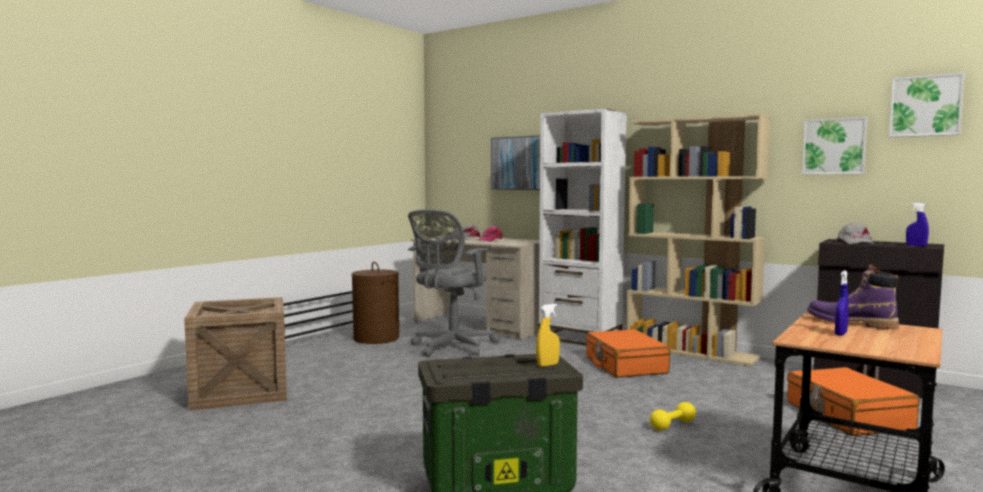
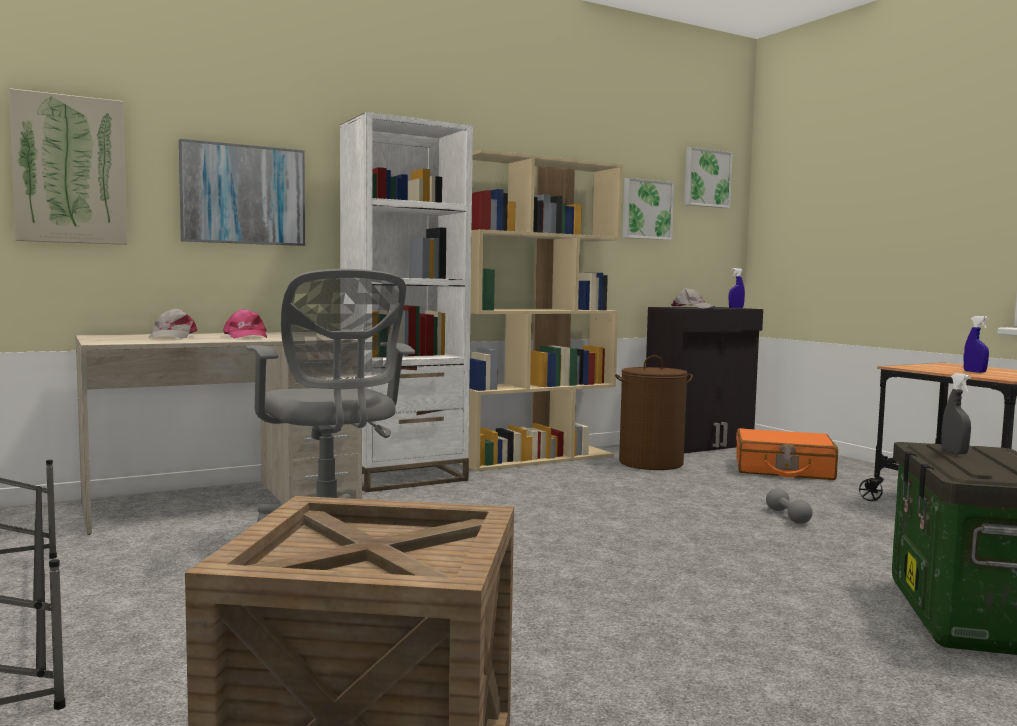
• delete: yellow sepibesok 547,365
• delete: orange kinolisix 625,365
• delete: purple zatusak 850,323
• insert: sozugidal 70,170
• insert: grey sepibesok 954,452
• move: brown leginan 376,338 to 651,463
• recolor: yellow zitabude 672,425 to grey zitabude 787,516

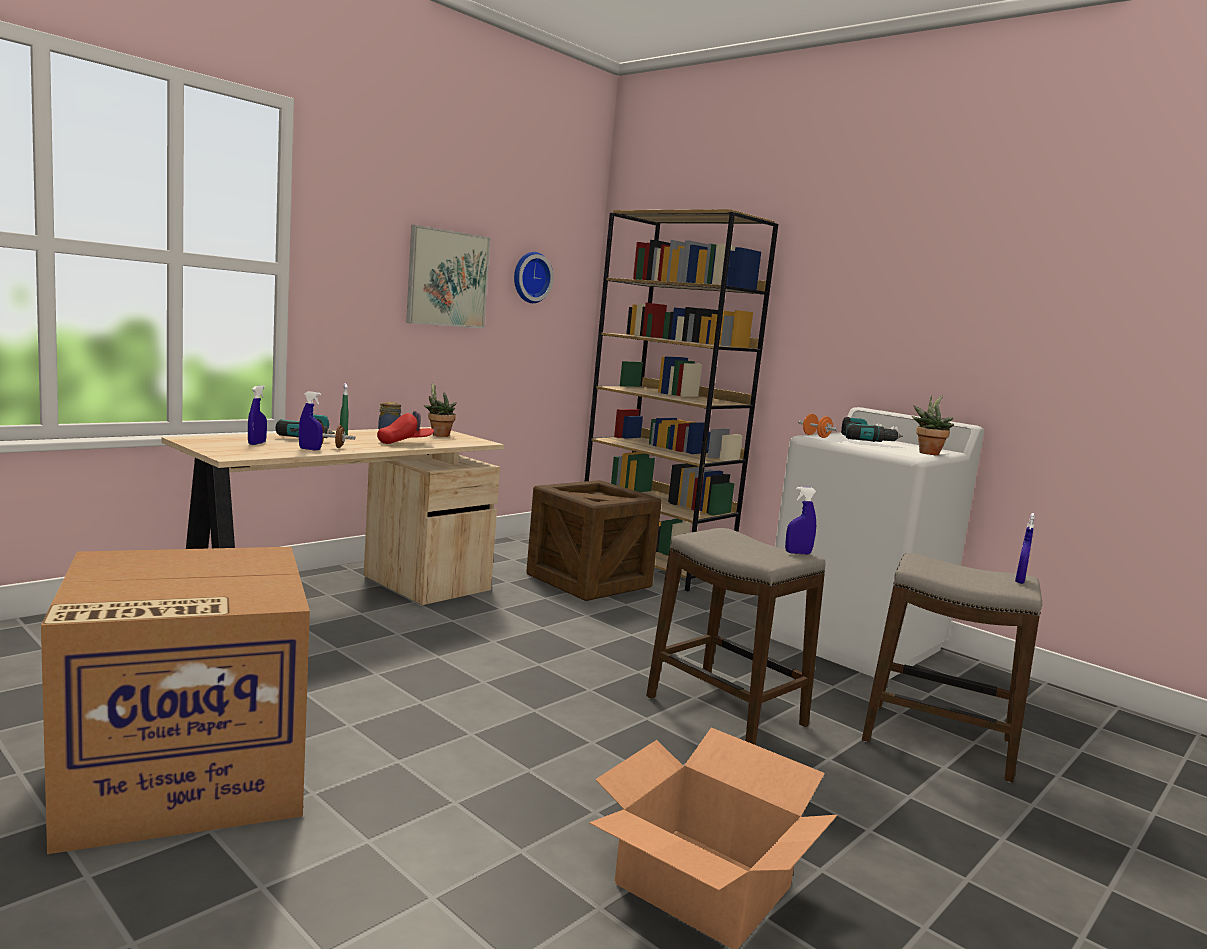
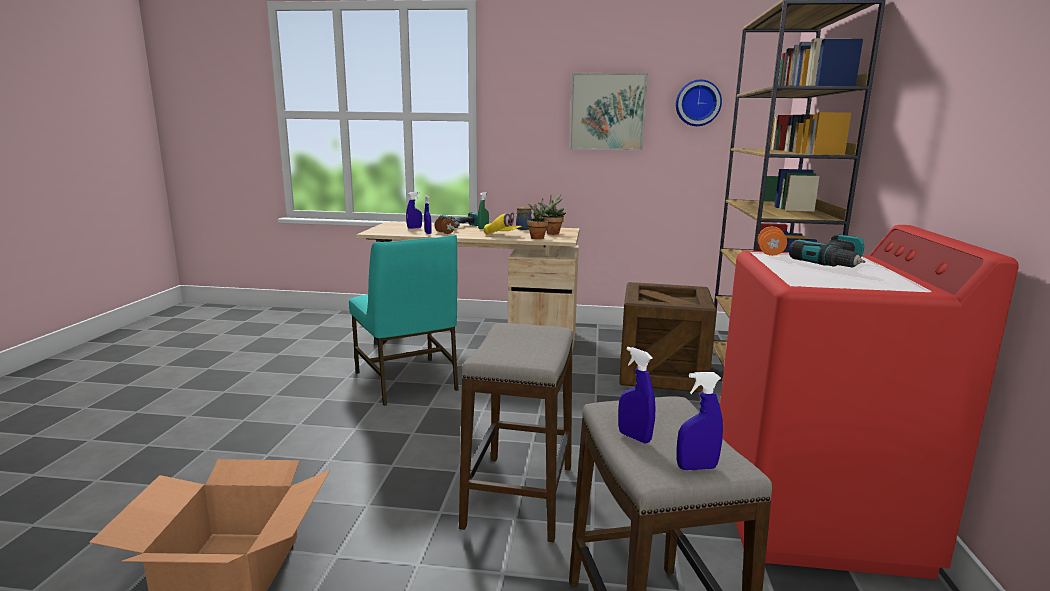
• delete: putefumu 181,777
• insert: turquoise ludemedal 407,381
• move: blue sepibesok 798,553 to 634,437
• move: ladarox 927,453 to 539,237
• recolor: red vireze 405,443 to yellow vireze 502,235
• recolor: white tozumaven 854,643 to red tozumaven 813,516

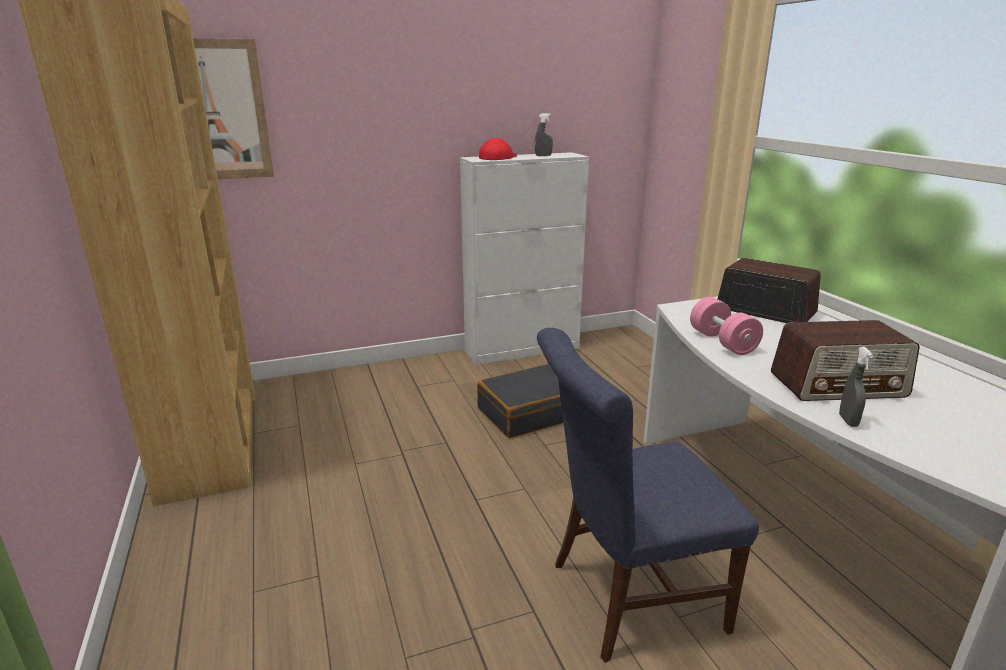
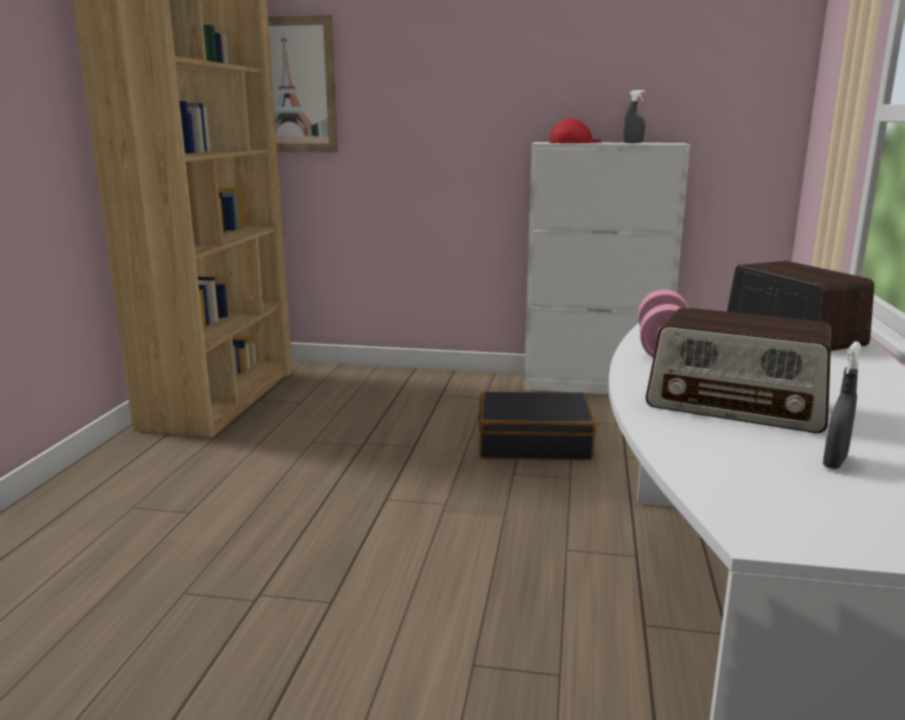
• delete: blue ludemedal 626,597
• move: grey sepibesok 848,421 to 834,462

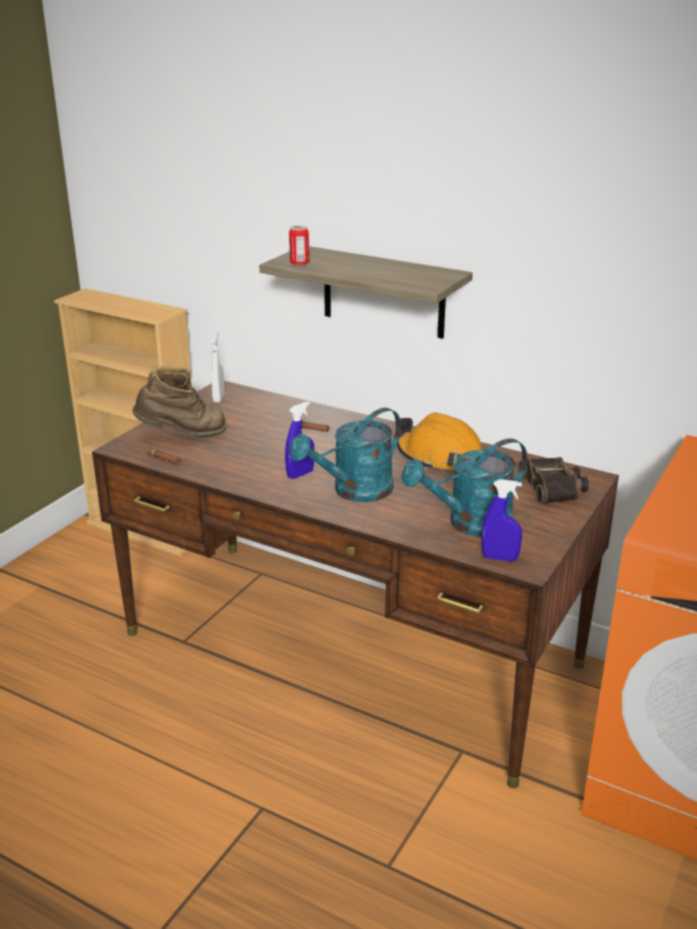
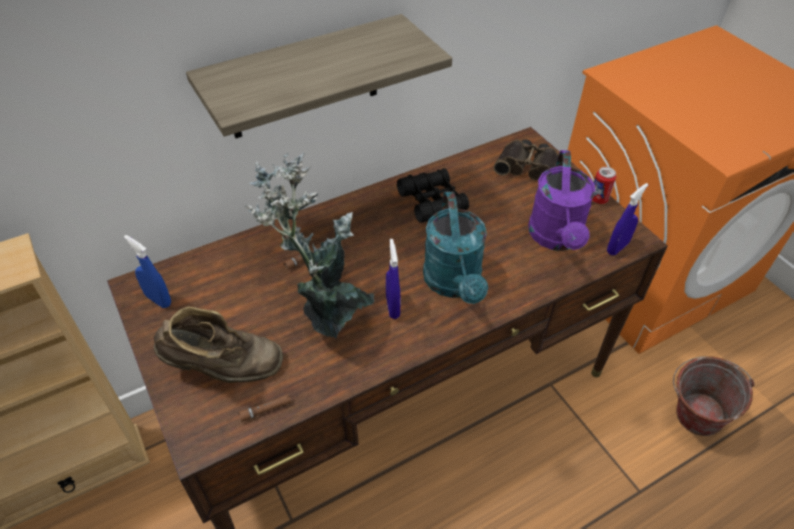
• insert: ladarox 326,309
• insert: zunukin 689,421
• move: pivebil 299,264 to 598,199
• replace: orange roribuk 439,457 to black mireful 432,201
• recolor: white sepibesok 219,398 to blue sepibesok 158,300
• recolor: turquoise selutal 470,524 to purple selutal 556,239
• rotate: brown zatusak 183,436 = 224,370 75 degrees clockwise

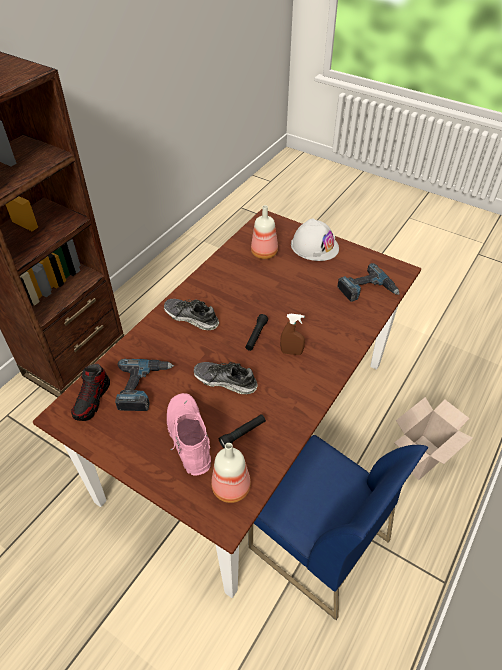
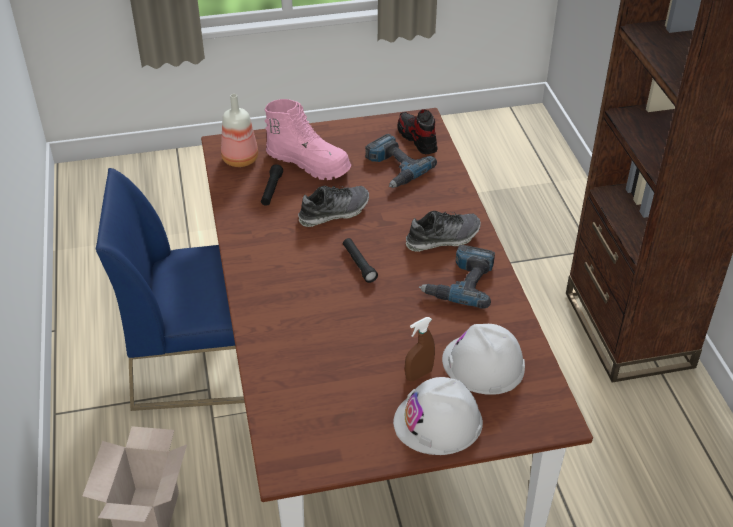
• move: brown sepibesok 291,352 to 419,374
• move: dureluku 367,290 to 460,282
• replace: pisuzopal 265,252 to white roribuk 483,364

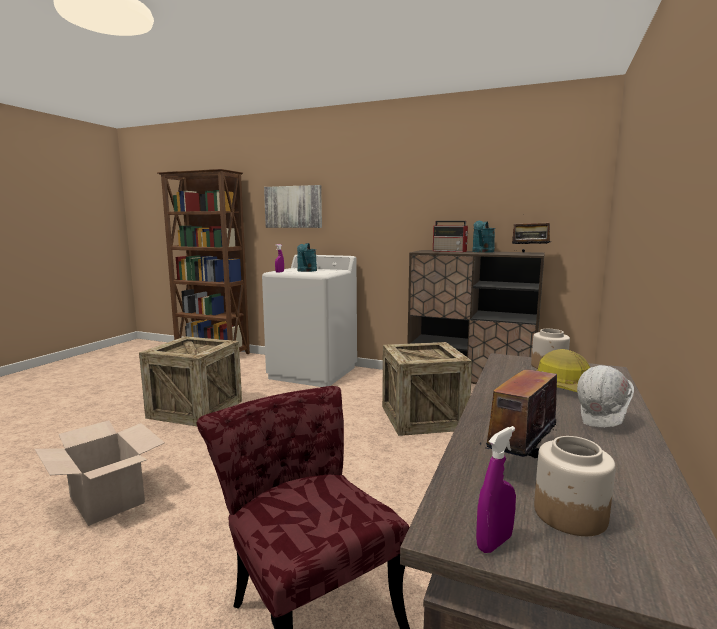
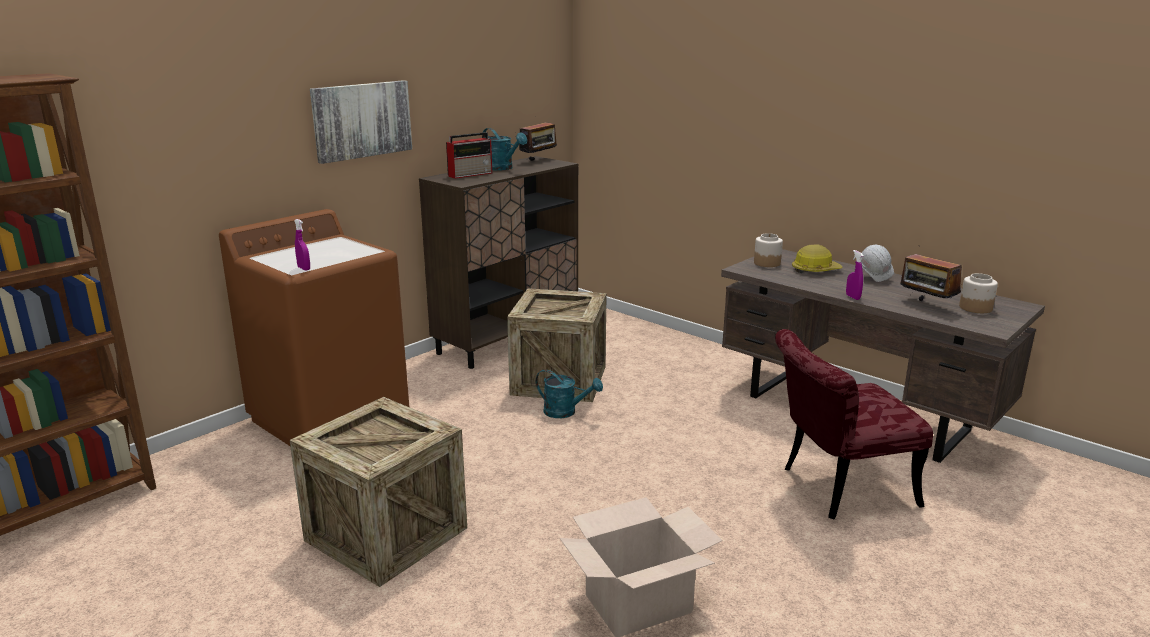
• move: sozugidal 293,207 to 361,120
• move: turquoise selutal 306,271 to 565,412
• move: purple sepibesok 494,542 to 852,297
• recolor: white tozumaven 313,373 to brown tozumaven 330,419

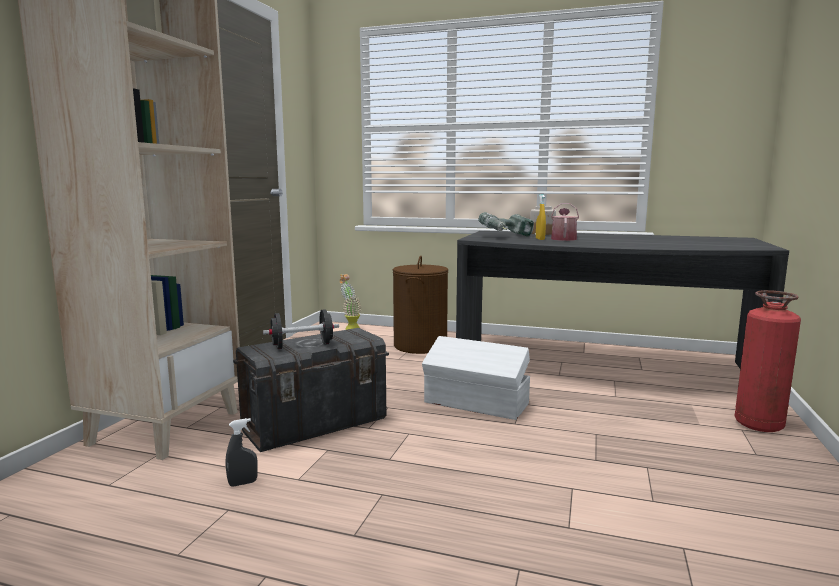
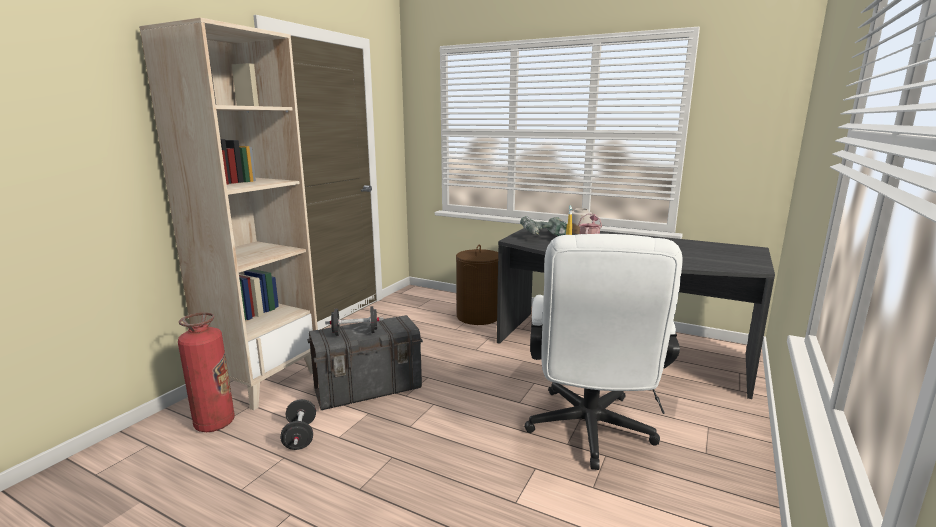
• delete: ladarox 350,328
• delete: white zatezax 476,404
• insert: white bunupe 589,434
• move: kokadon 758,425 to 214,423
• replace: grey sepibesok 243,483 to black zitabude 300,436

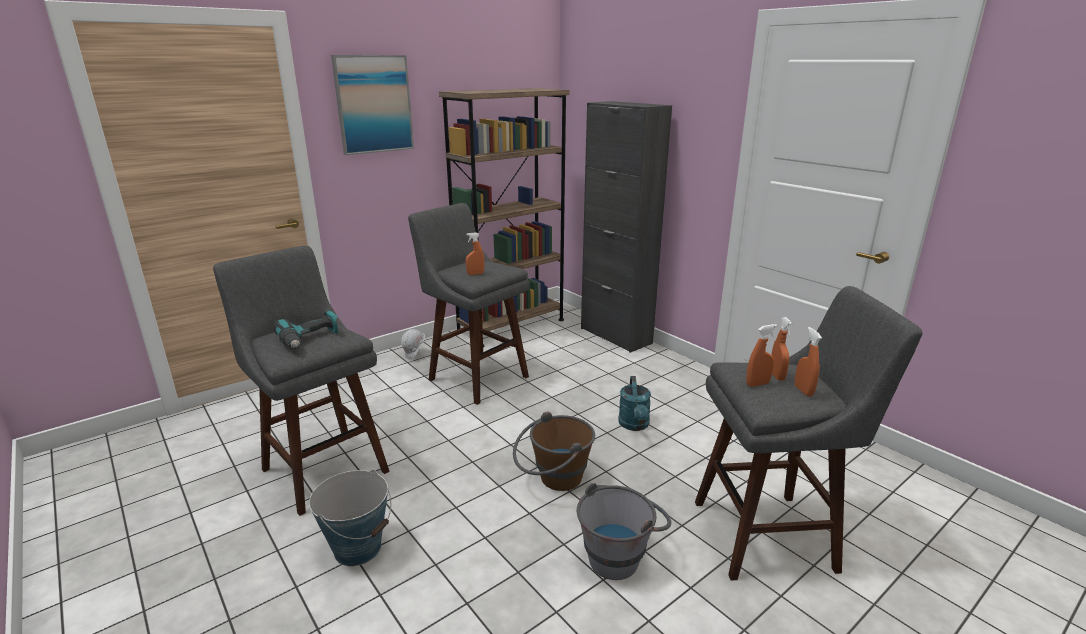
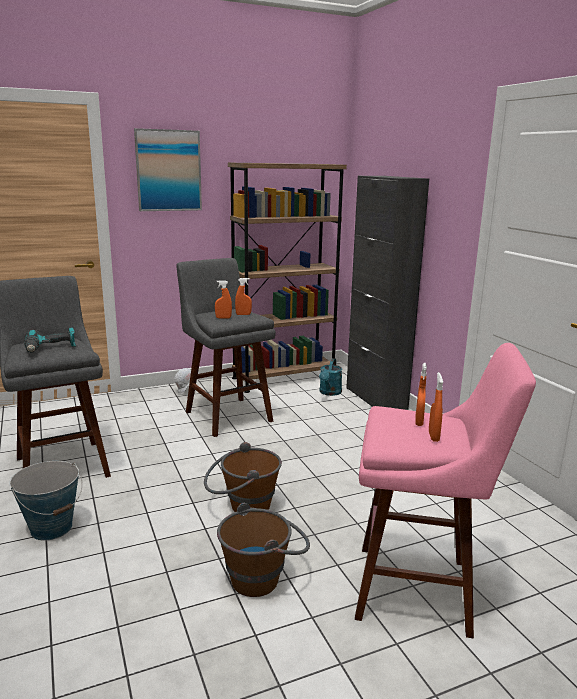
• move: turquoise selutal 634,425 to 329,393
• move: orange sepibesok 757,384 to 243,314
• recolor: grey zunukin 620,554 to brown zunukin 264,576
• recolor: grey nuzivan 770,534 to pink nuzivan 420,590

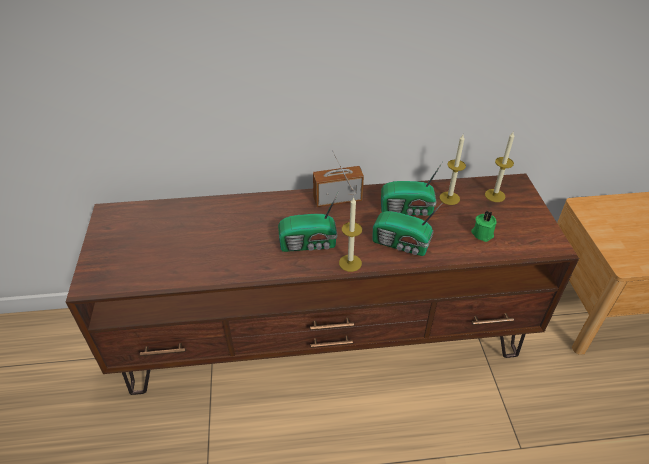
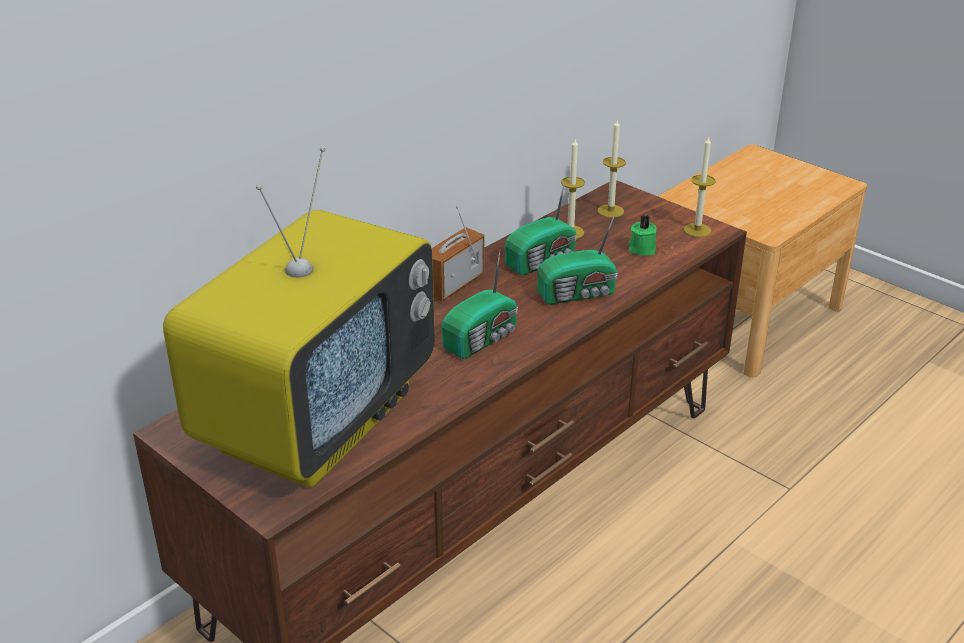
• insert: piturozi 317,420
• move: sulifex 350,263 to 697,230

